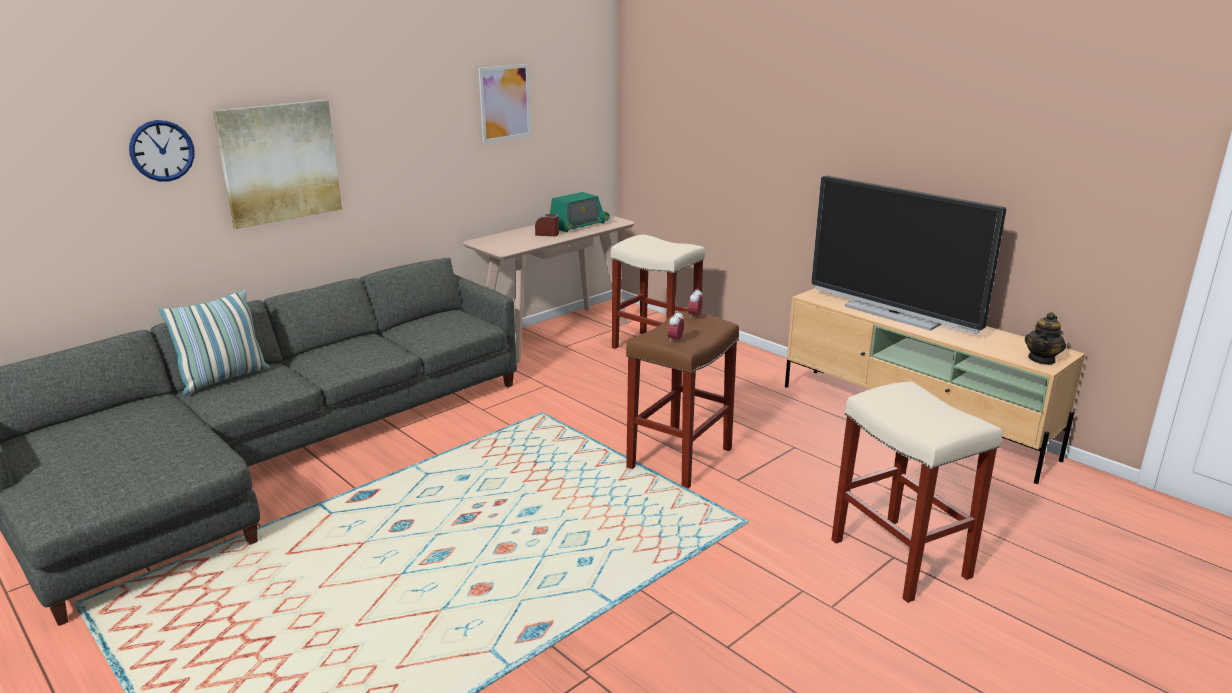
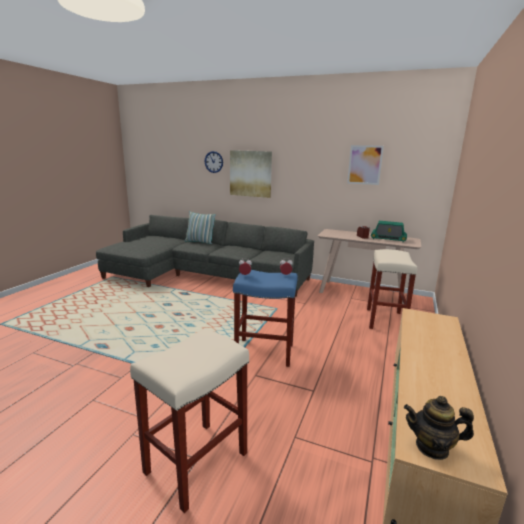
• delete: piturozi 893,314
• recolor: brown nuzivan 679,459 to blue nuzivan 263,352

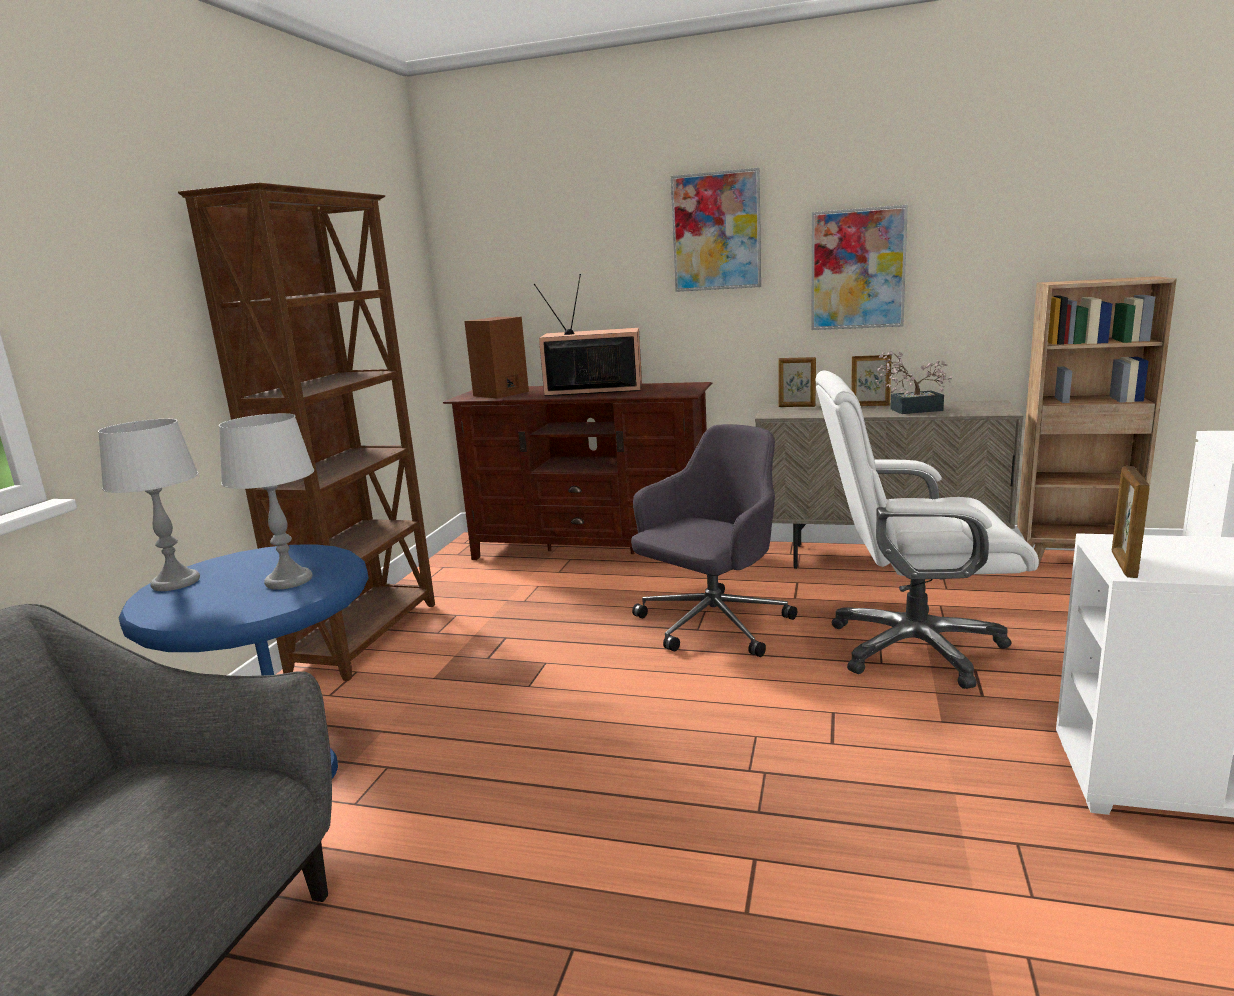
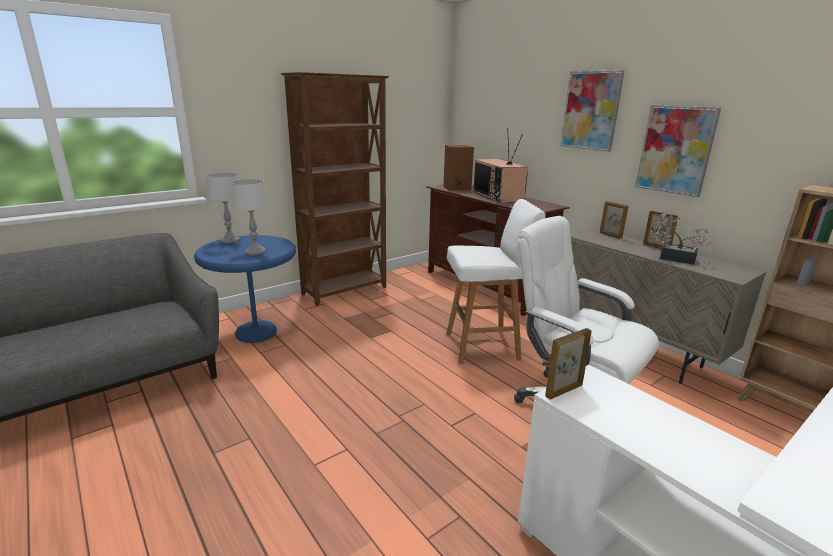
• replace: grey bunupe 711,625 to white nuzivan 484,346
• rotate: piturozi 592,390 = 499,196 150 degrees counterclockwise

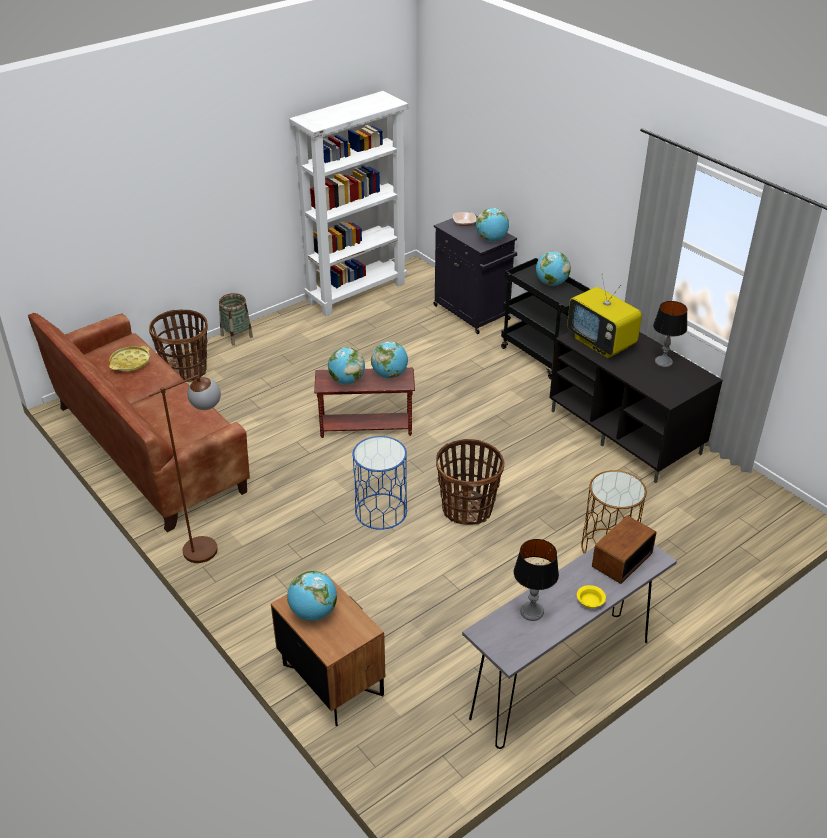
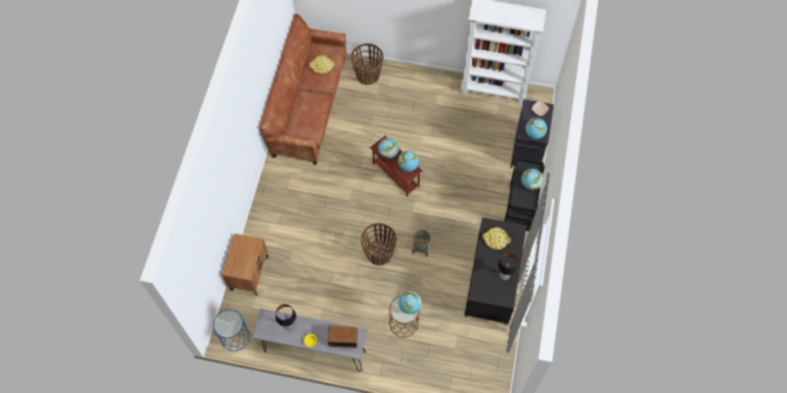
• delete: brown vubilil 211,544
• move: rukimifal 236,336 to 421,248
• move: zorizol 313,612 to 409,306
• move: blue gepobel 381,511 to 235,337
• replace: piturozi 602,343 to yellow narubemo 496,239

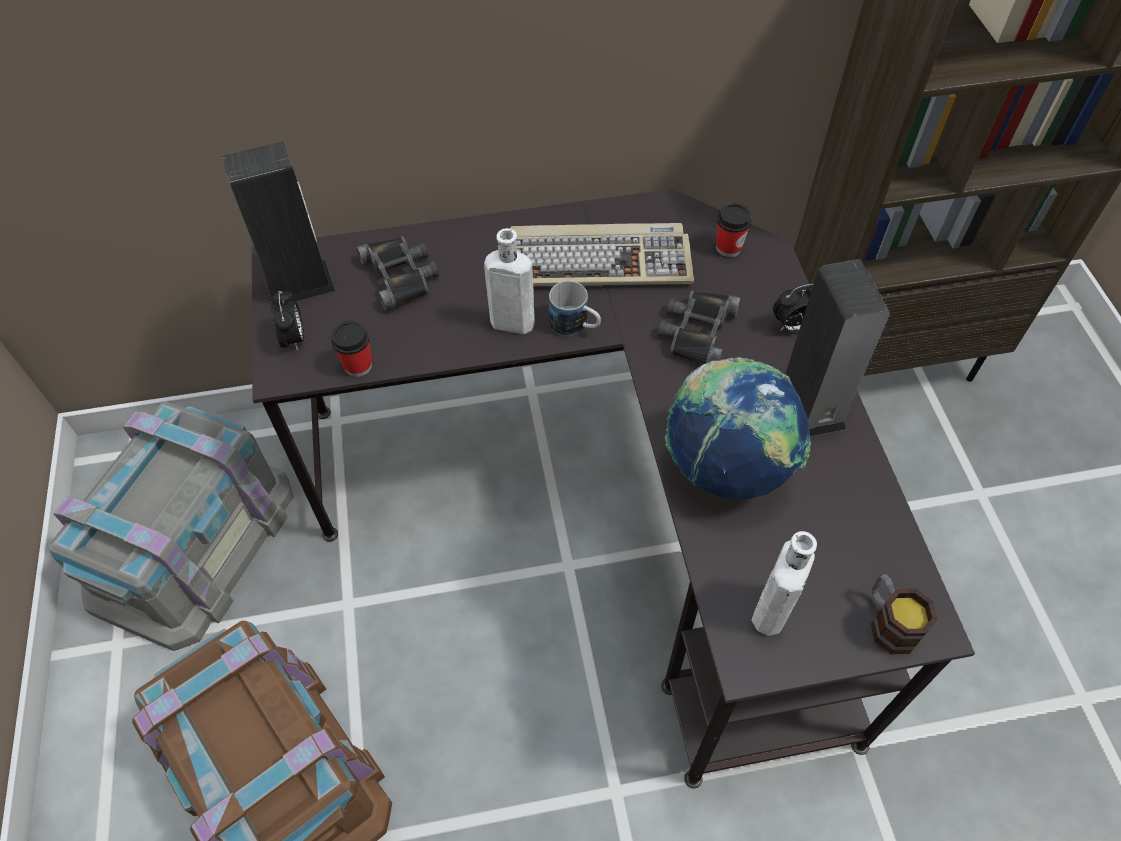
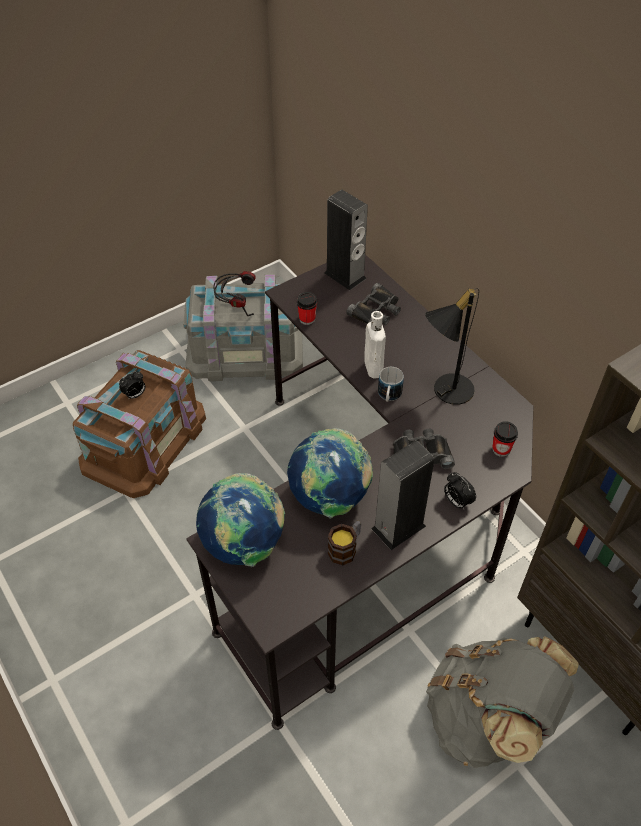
• insert: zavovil 236,306
• insert: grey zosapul 487,718
• move: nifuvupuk 294,339 to 135,395
• move: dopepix 888,622 to 346,548
• replace: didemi 599,260 to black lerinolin 445,389
• replace: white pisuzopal 770,614 to zorizol 244,544

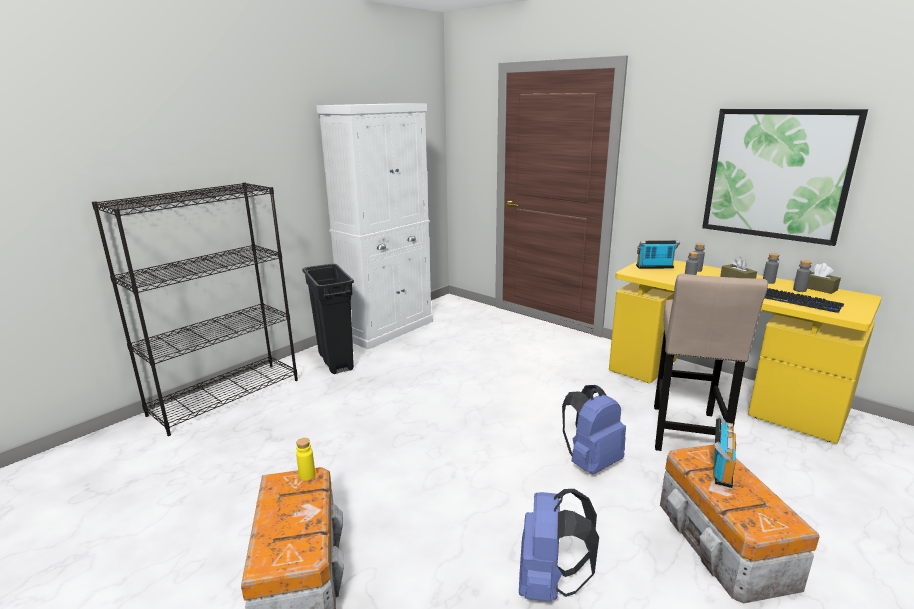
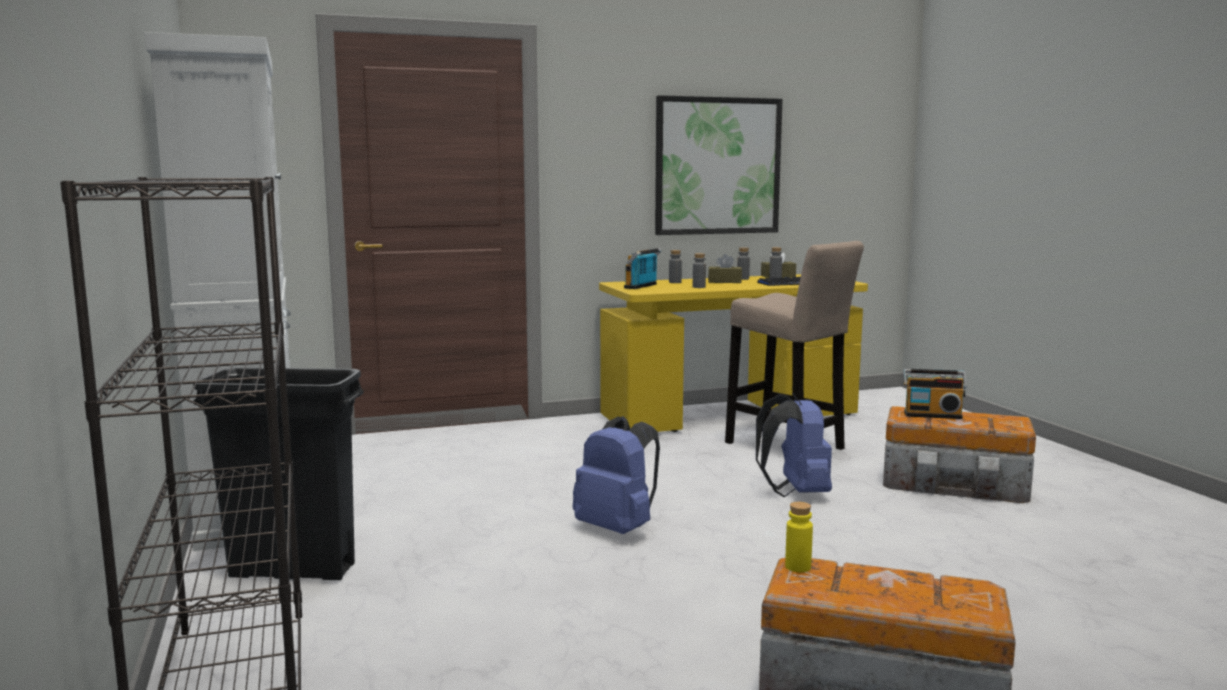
• move: blue zosapul 549,583 to 618,529
• rotate: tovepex 720,469 = 932,415 135 degrees clockwise

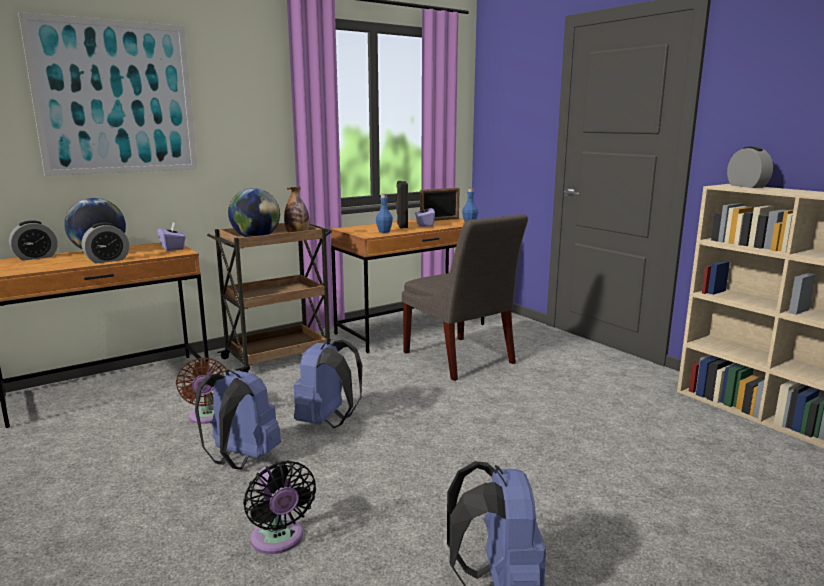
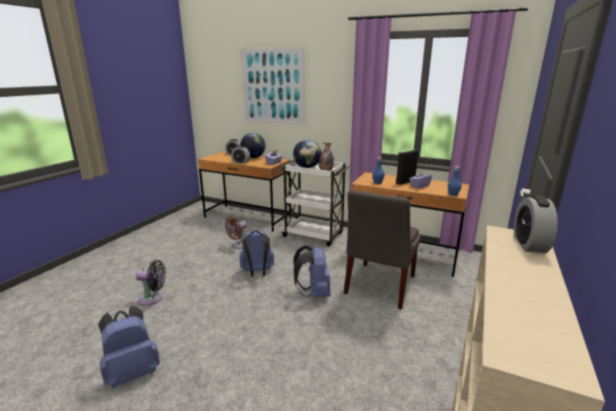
• delete: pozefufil 439,220
• move: blue zosapul 241,459 to 314,293
• recolor: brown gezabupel 278,357 to white gezabupel 314,235
• rotate: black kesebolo 279,540 = 153,298 120 degrees counterclockwise
• rotate: nifuvupuk 746,186 = 529,244 150 degrees clockwise

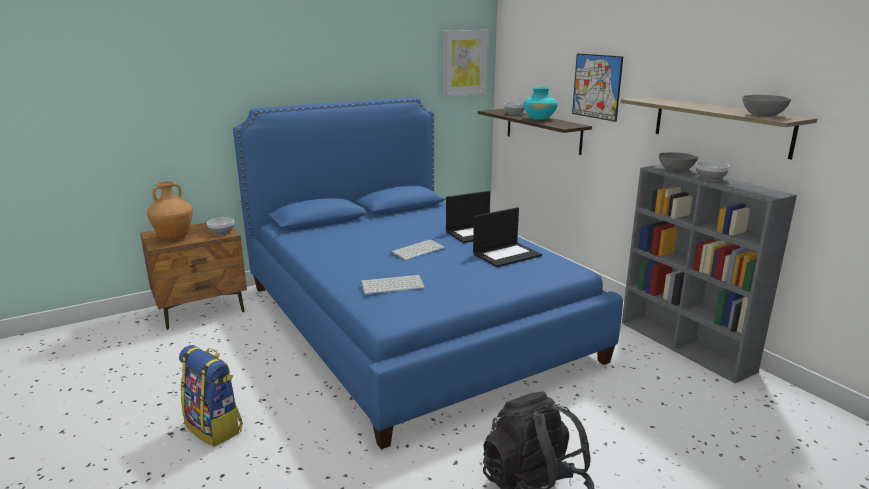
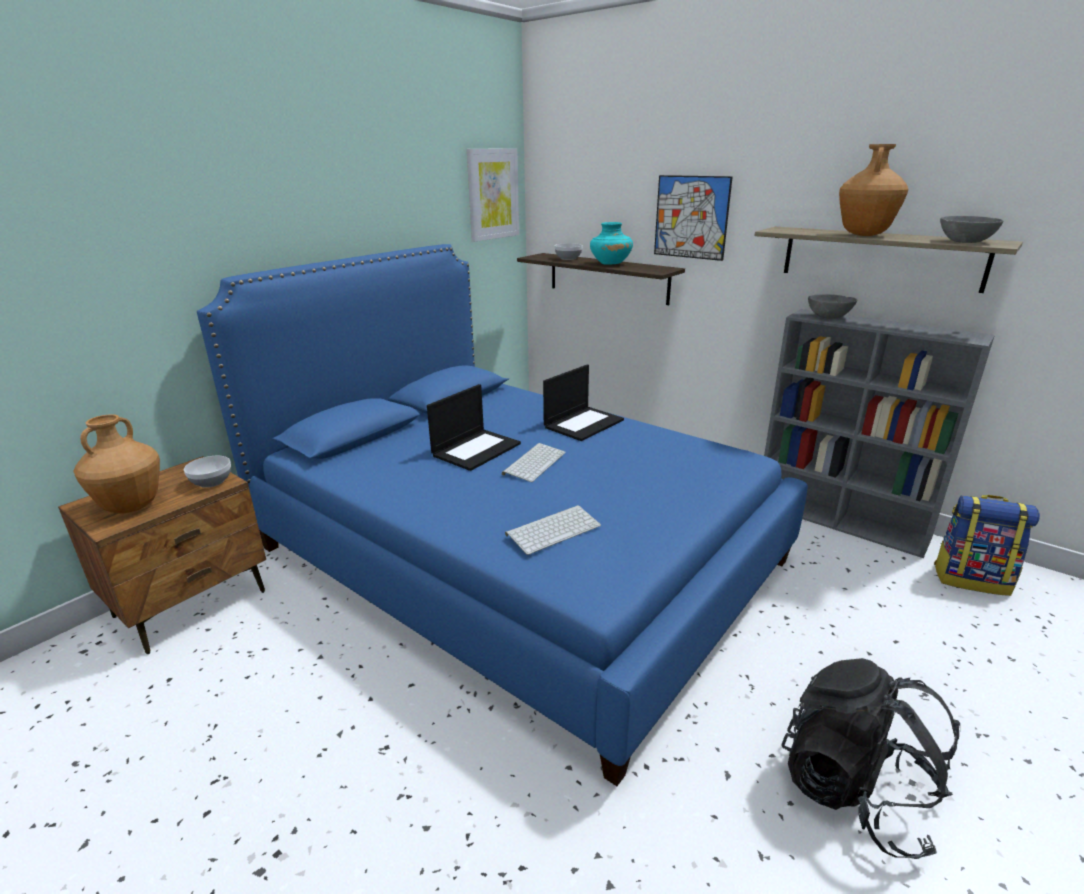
• delete: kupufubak 710,178
• insert: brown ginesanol 864,235
• move: zosapul 215,427 to 971,579
• move: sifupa 507,254 to 476,449

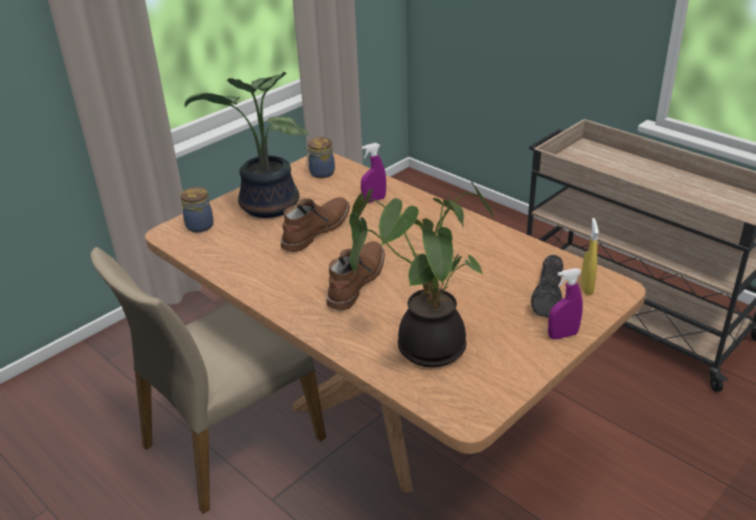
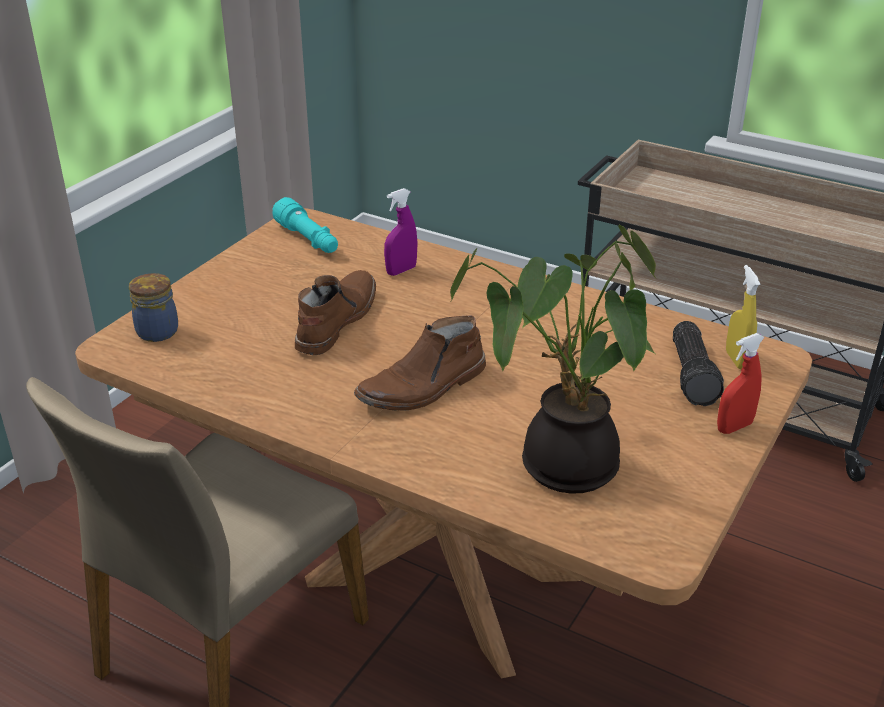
• delete: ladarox 266,207
• replace: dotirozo 321,173 to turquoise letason 308,240
• recolor: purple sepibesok 562,335 to red sepibesok 734,427
• rotate: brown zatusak 355,282 = 423,387 135 degrees counterclockwise

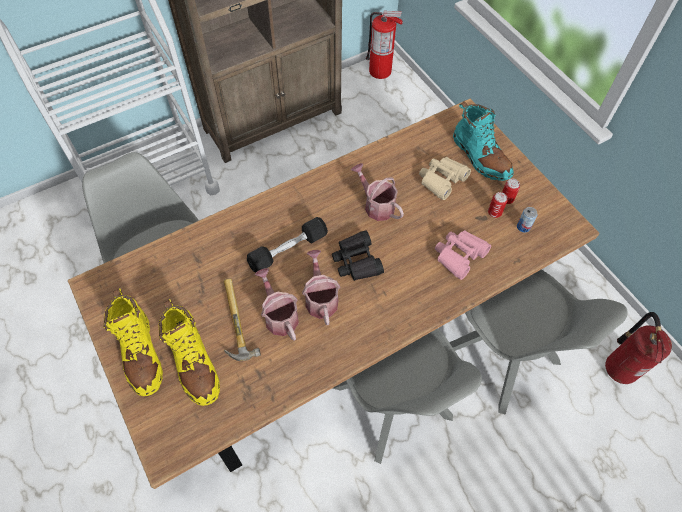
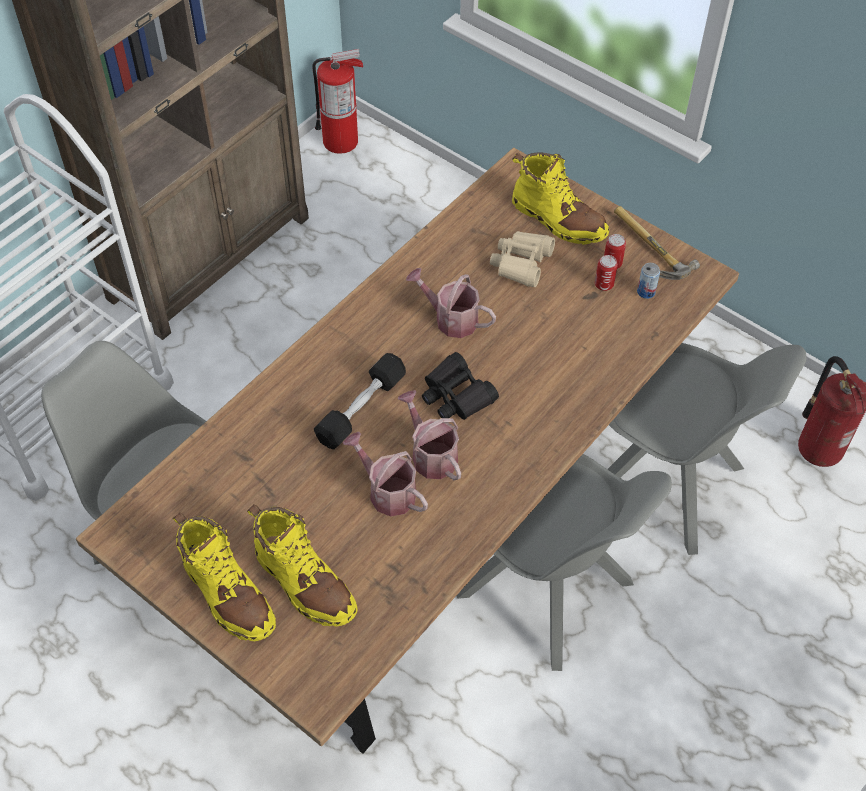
• delete: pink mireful 459,255
• move: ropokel 233,322 to 647,249
• recolor: turquoise zatusak 480,157 to yellow zatusak 558,220

